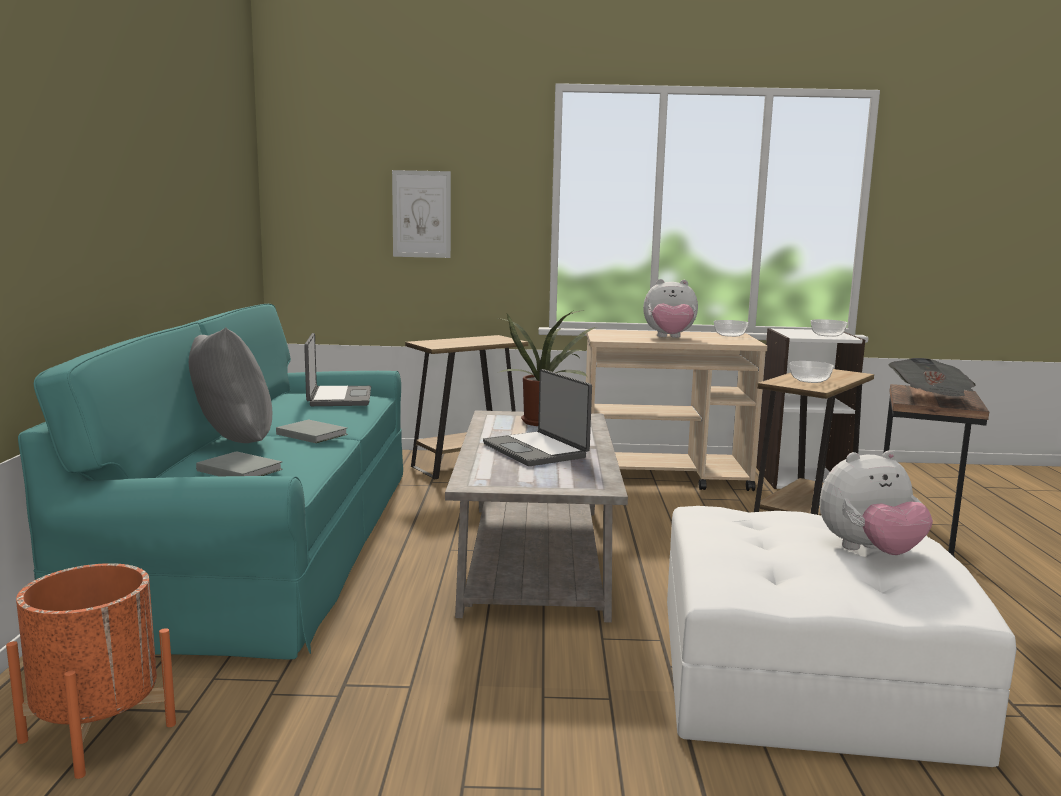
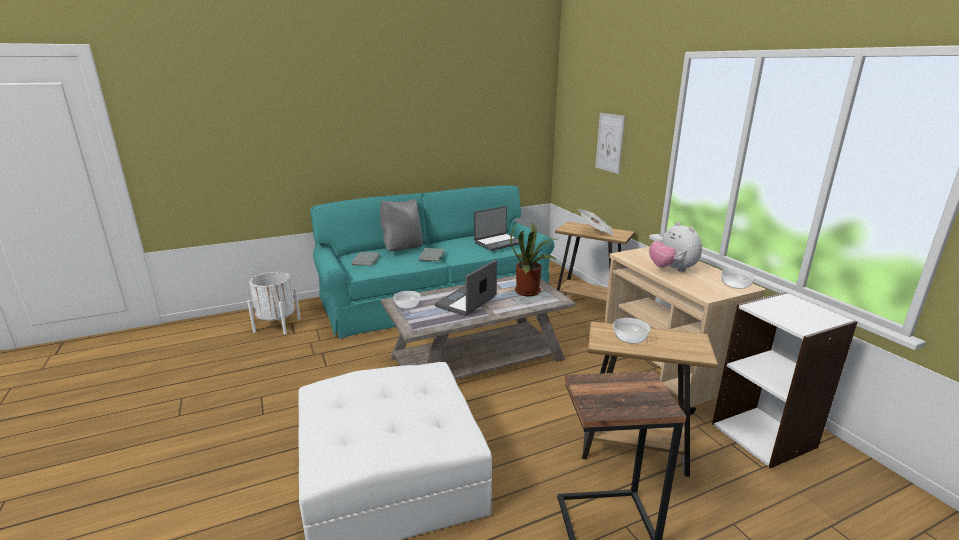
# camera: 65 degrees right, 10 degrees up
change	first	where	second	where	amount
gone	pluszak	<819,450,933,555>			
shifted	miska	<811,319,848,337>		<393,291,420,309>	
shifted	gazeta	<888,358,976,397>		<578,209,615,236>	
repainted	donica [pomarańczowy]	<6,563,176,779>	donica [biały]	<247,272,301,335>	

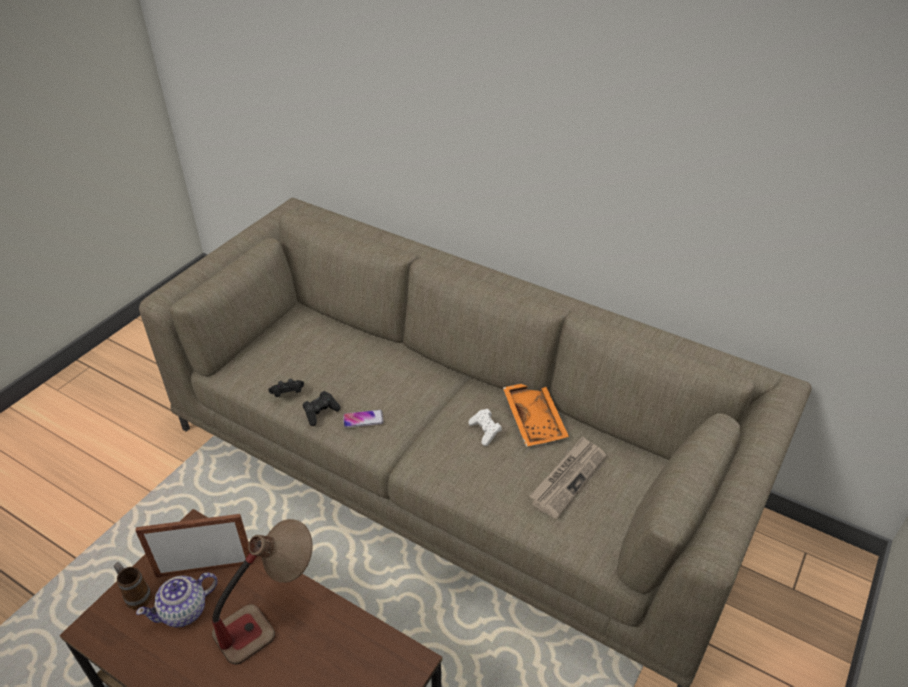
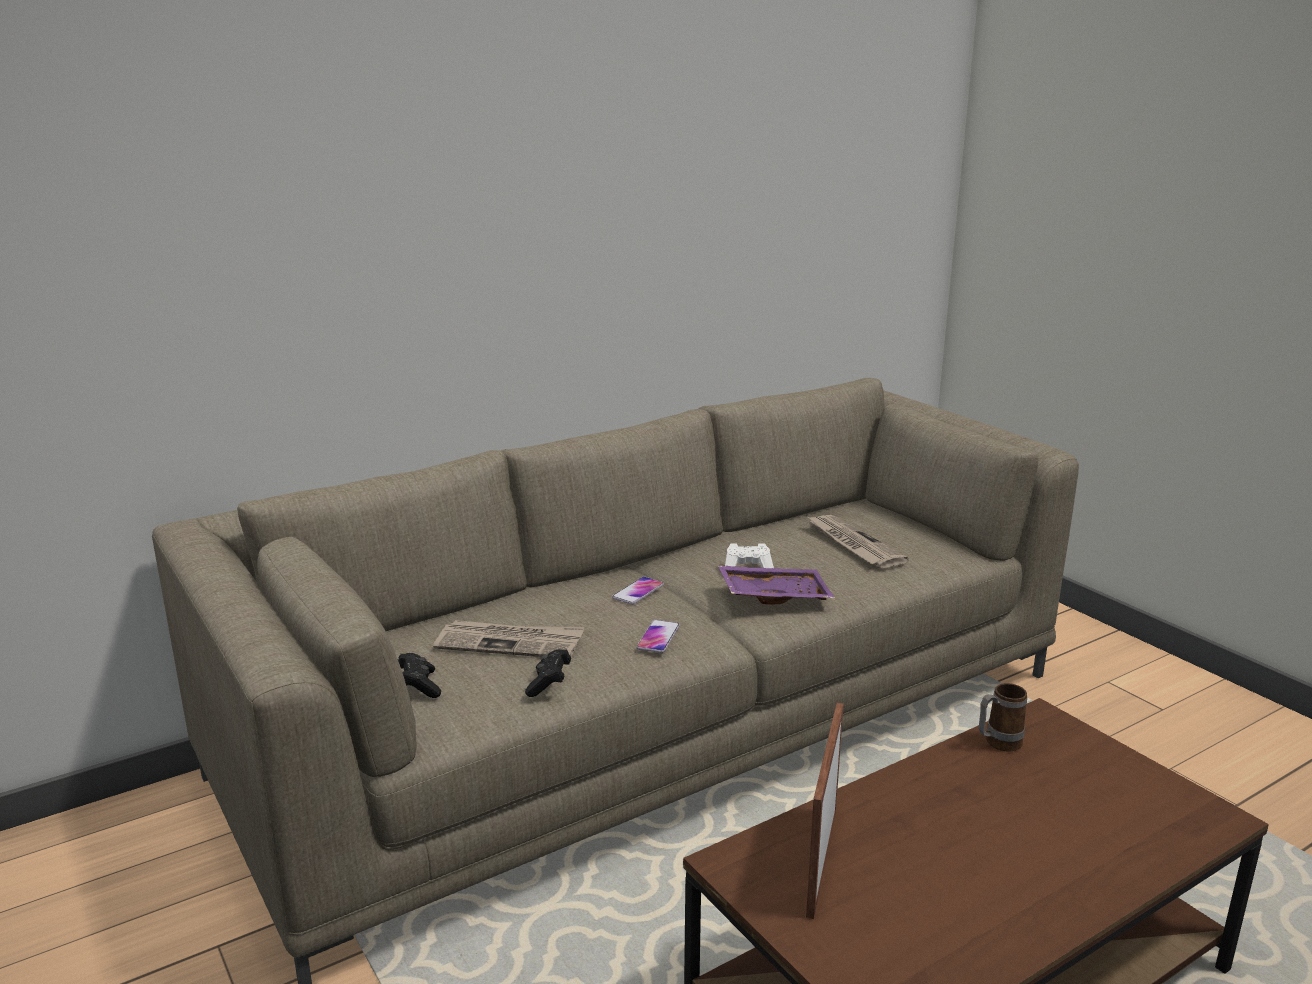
# camera: 65 degrees left, 20 degrees down
change	first	where	second	where	amount
gone	imbryk	<136,572,217,627>			
gone	lampa stołowa	<212,519,313,665>			
gone	taca [pomarańczowy]	<503,384,569,447>			
new			gazeta	<433,620,585,657>	
new			telefon	<612,577,664,605>	
new			taca [fioletowy]	<718,565,835,605>	
shifted	kubek	<114,562,152,610>		<979,683,1027,752>	
shifted	pad do gier [czarny]	<303,391,340,426>		<398,653,441,698>	

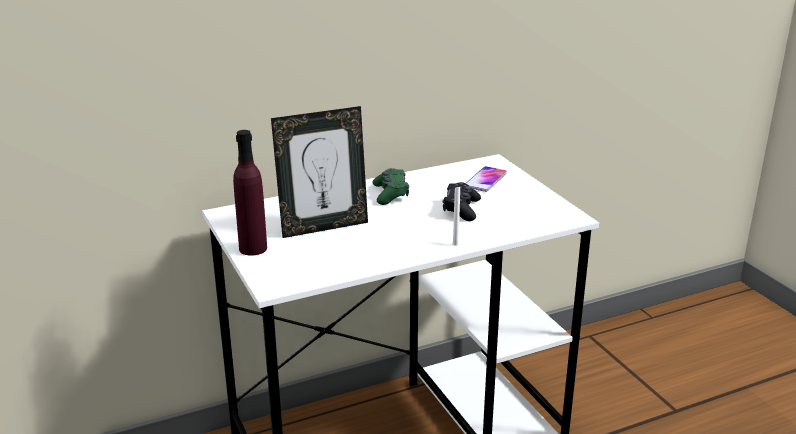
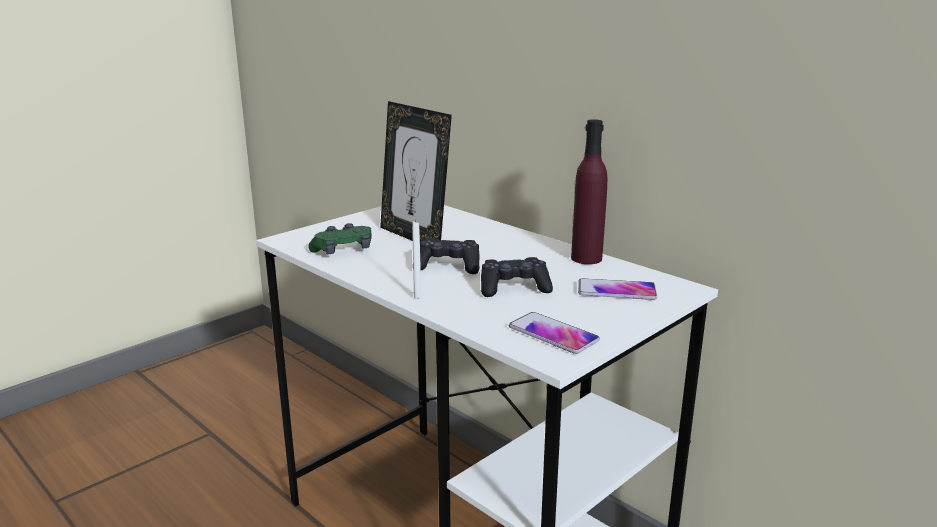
# camera: 70 degrees right, 5 degrees down
change	first	where	second	where	amount
new			pad do gier [czarny]	<420,238,480,274>	
new			telefon	<509,312,600,354>	
shifted	butelka [fioletowy]	<233,130,267,256>		<571,119,607,264>	
shifted	pad do gier [zielony]	<372,168,409,205>		<308,223,372,254>	

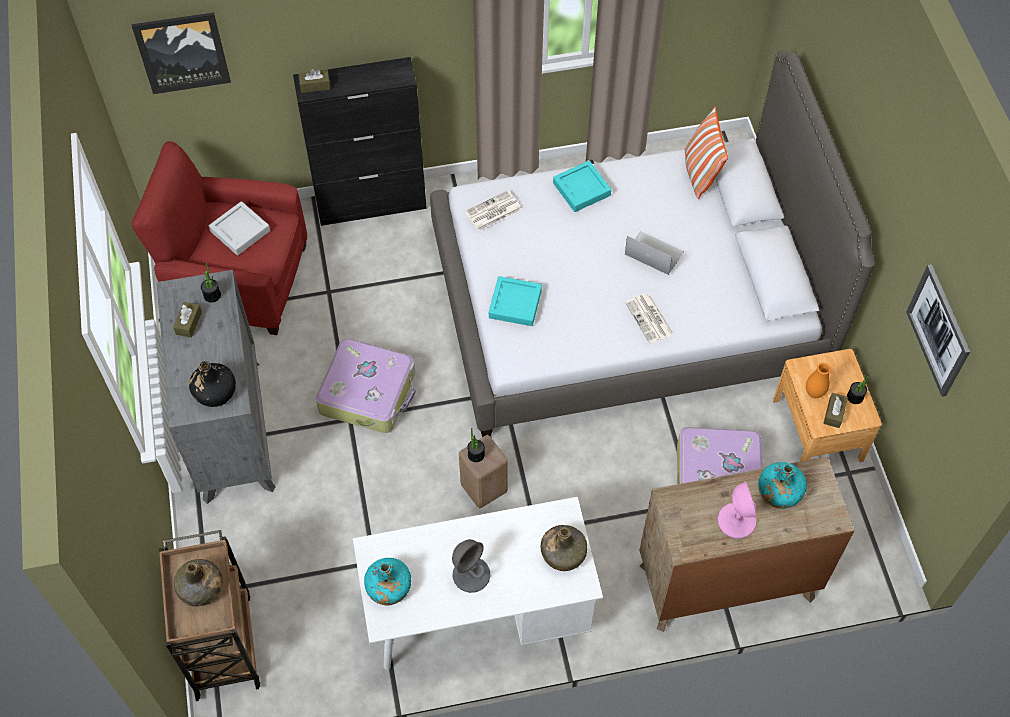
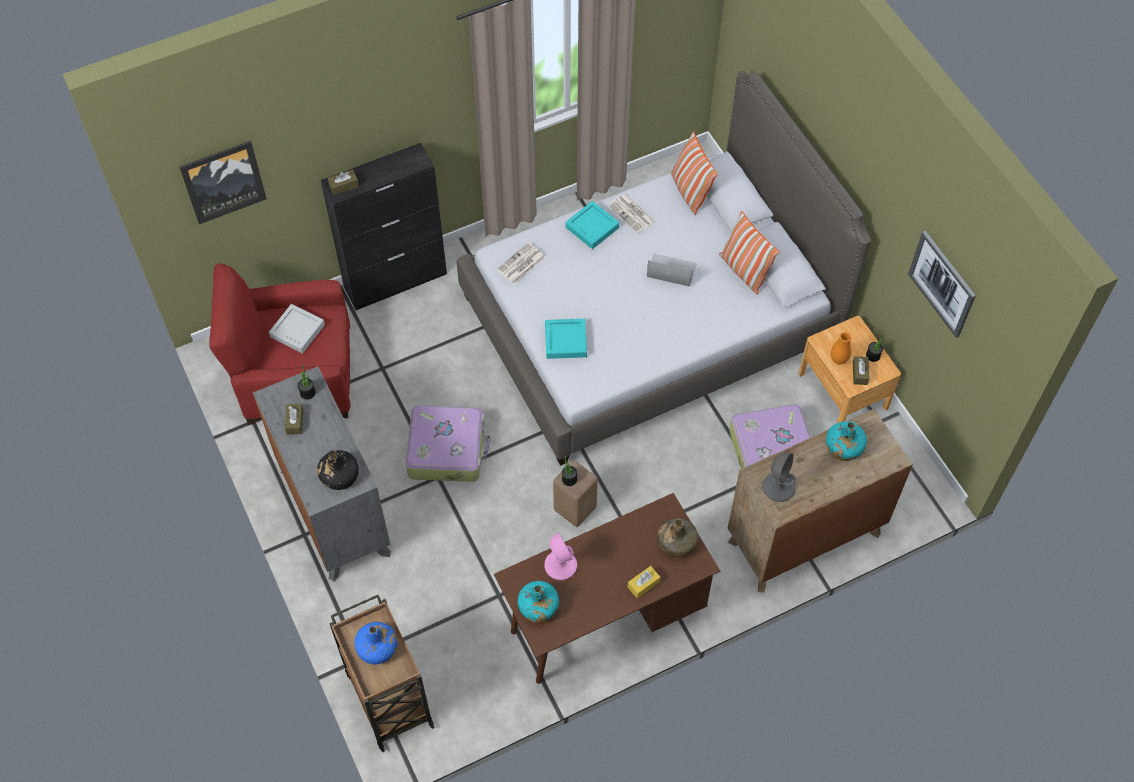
# camera: 15 degrees left, 0 degrees up
change	first	where	second	where	amount
new			pudełko chusteczek [żółty]	<628,566,660,599>	
new			poduszka	<719,211,780,295>	
shifted	lampa stołowa [szary]	<452,539,490,593>		<763,453,796,502>	
shifted	gazeta	<625,294,674,344>		<609,194,655,233>	
shifted	lampa stołowa [różowy]	<718,481,757,539>		<544,532,577,580>	
repainted	butelka [zielony]	<174,559,223,607>	butelka [niebieski]	<355,622,398,664>	
repainted	biurko [biały]	<353,497,603,670>	biurko [brązowy]	<494,493,720,684>	

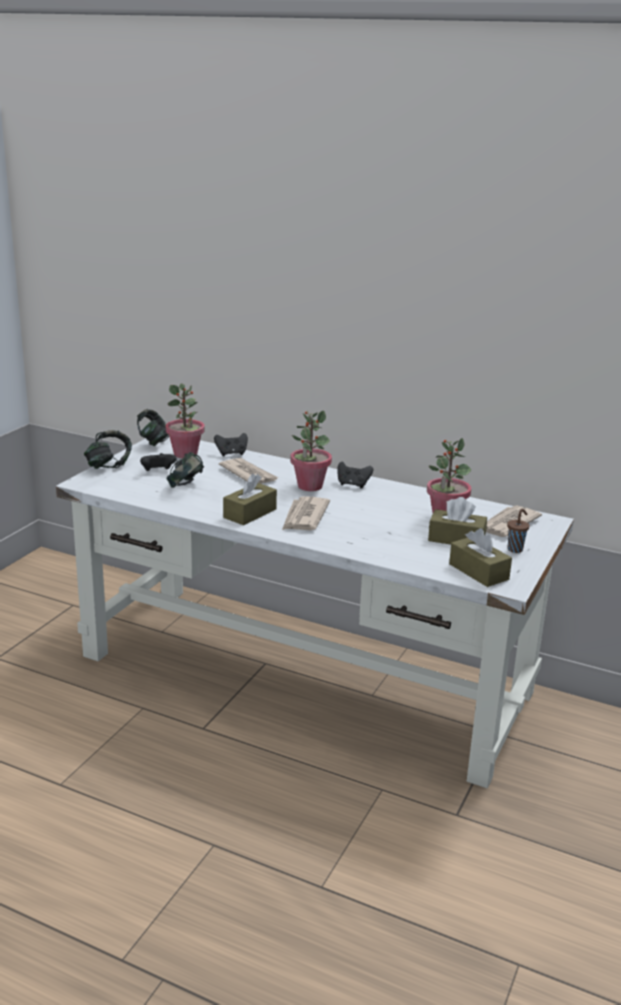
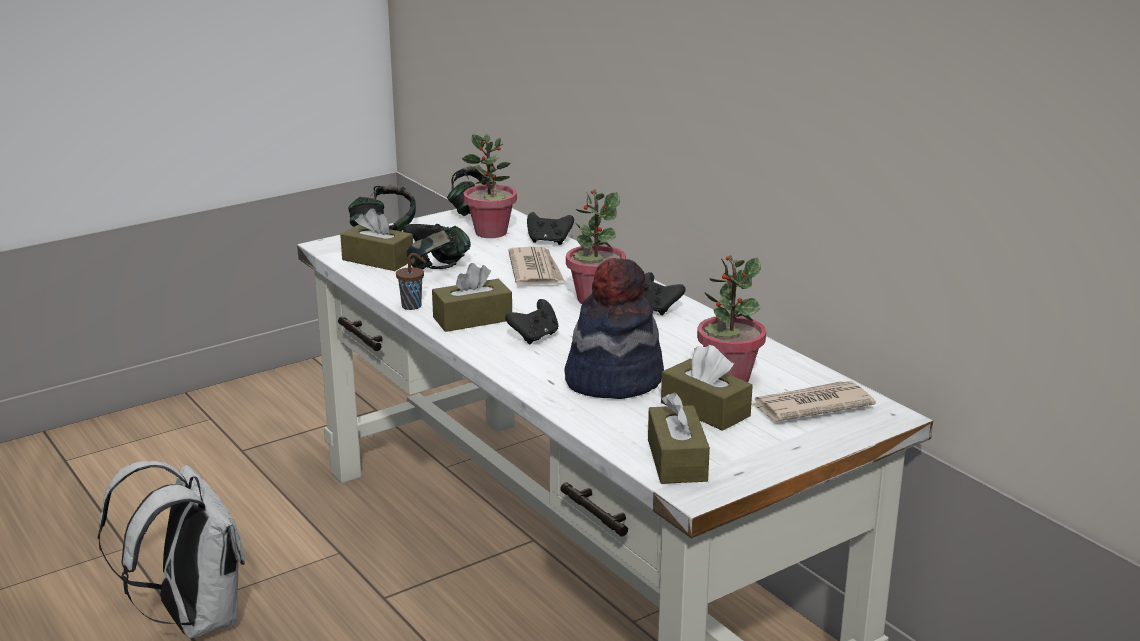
# camera: 30 degrees right, 0 degrees up
change	first	where	second	where	amount
new			plecak [biały]	<98,461,245,639>	
new			pudełko chusteczek [brązowy]	<340,208,413,271>	
new			kapelusz	<564,258,664,399>	
shifted	filiżanka [brązowy]	<507,509,529,553>		<396,253,426,310>	
swapped	gazeta	<282,496,330,530>	pad do gier [czarny]	<505,299,558,344>	

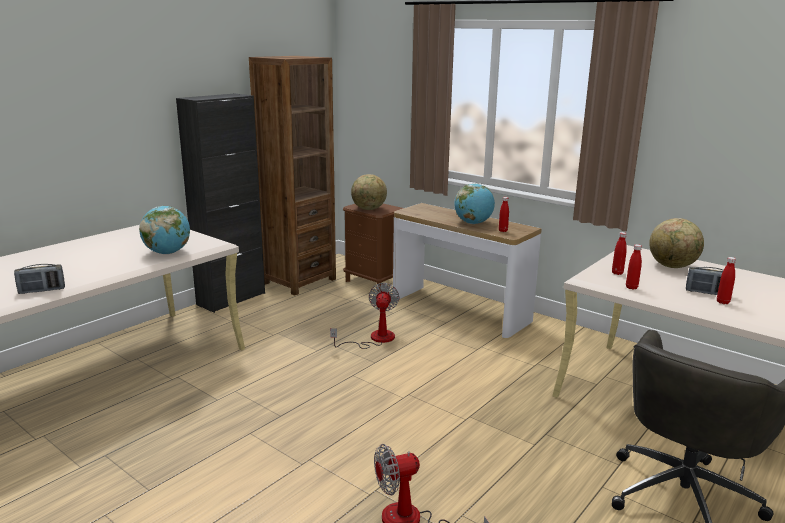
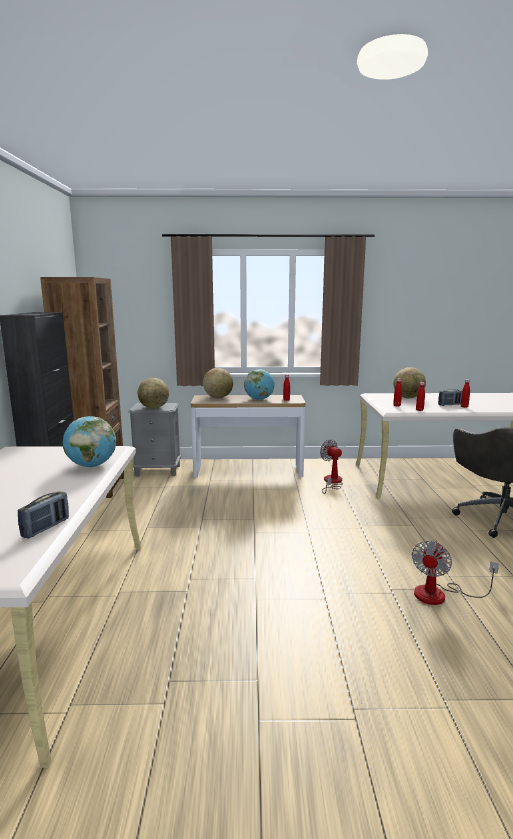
# camera: 40 degrees left, 5 degrees down
change	first	where	second	where	amount
new			globus	<203,368,233,398>	
shifted	wentylator	<330,283,399,349>		<320,439,343,494>	
repainted	szafka nocna [brązowy]	<343,204,404,291>	szafka nocna [szary]	<128,403,181,477>	

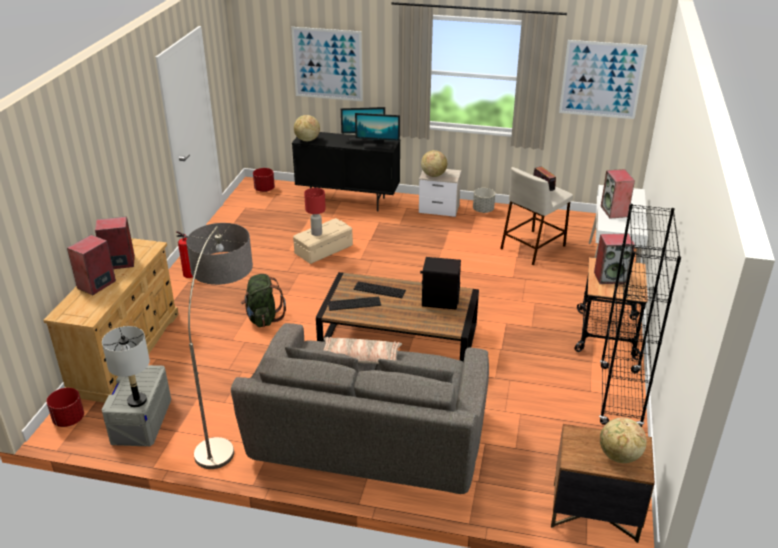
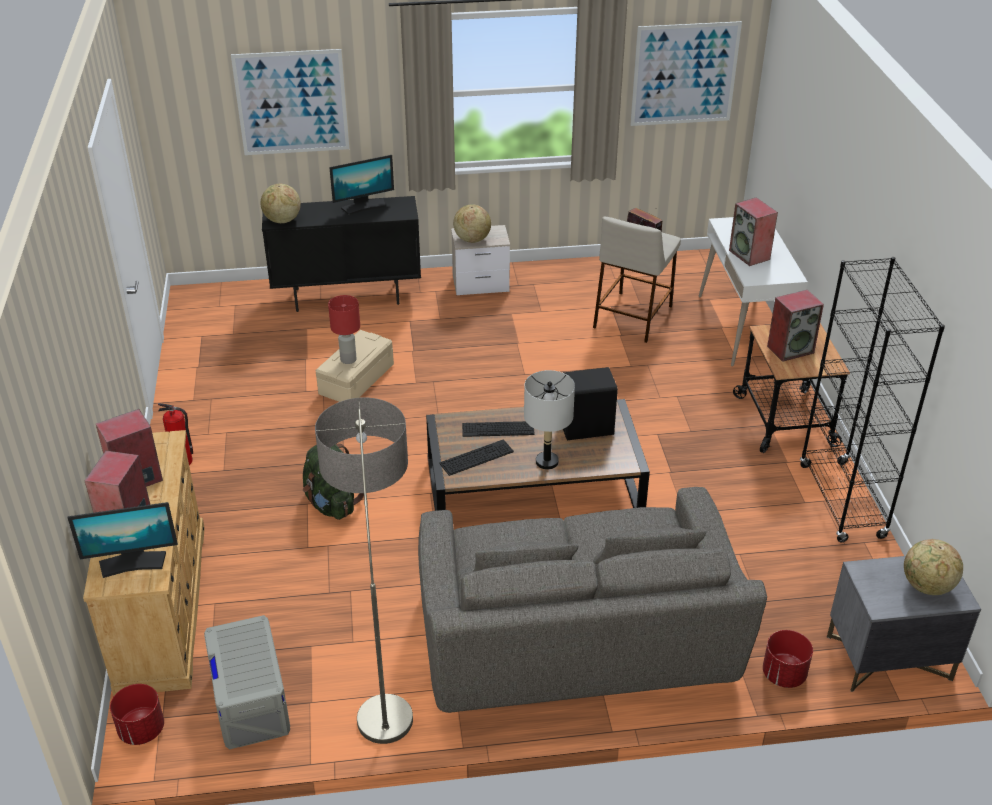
# camera: 20 degrees left, 5 degrees up
change	first	where	second	where	amount
gone	poduszka	<324,337,402,364>			
gone	donica [szary]	<473,188,495,213>			
shifted	lampa stołowa [szary]	<102,326,150,407>		<524,370,575,469>	
shifted	donica [czerwony]	<253,168,275,192>		<763,630,813,688>	
shifted	monitor	<355,113,400,151>		<68,502,178,578>	
repainted	szafka nocna [brązowy]	<551,424,655,543>	szafka nocna [szary]	<827,556,981,692>	

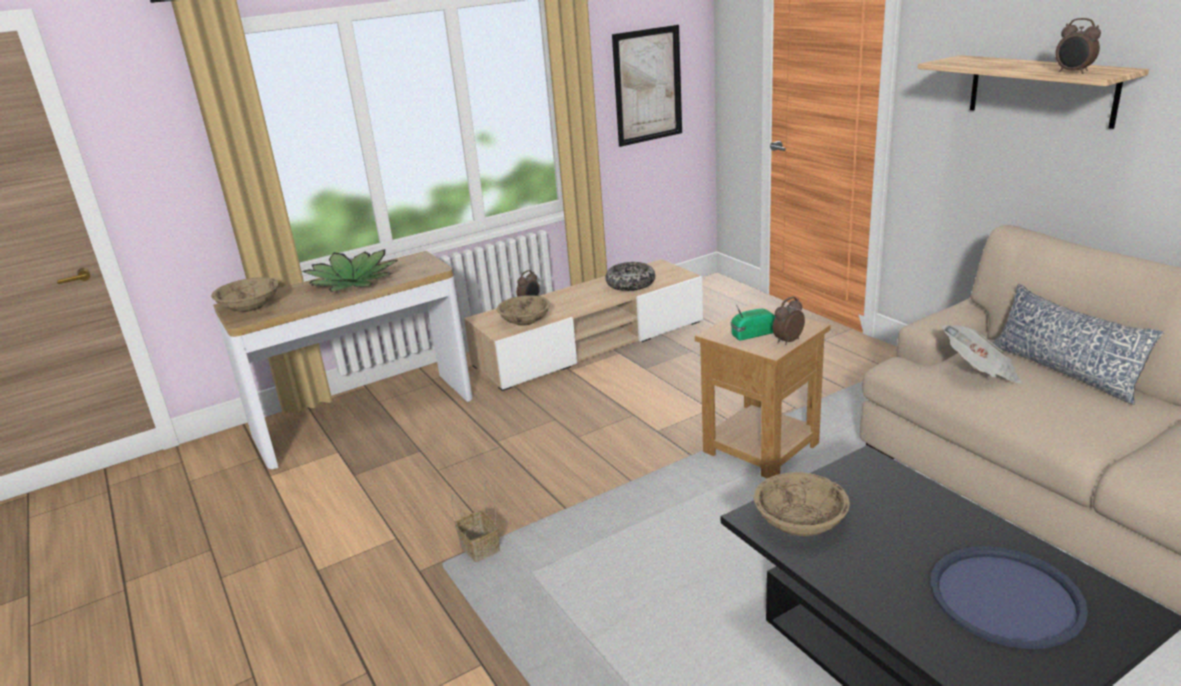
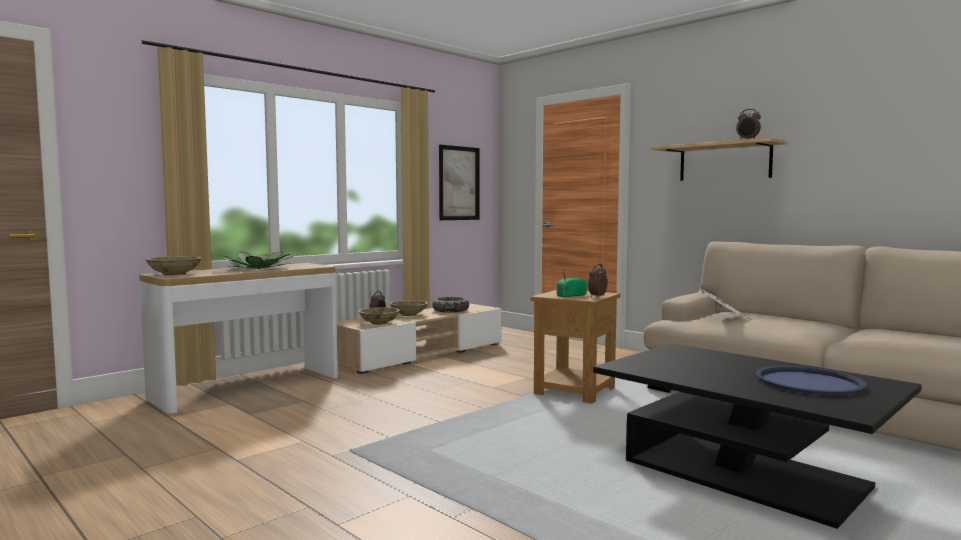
# camera: 15 degrees left, 20 degrees down
change	first	where	second	where	amount
gone	koszyk	<451,480,500,562>			
gone	poduszka	<992,284,1164,405>			
shifted	miska [beżowy]	<754,472,850,536>		<390,300,428,316>	

